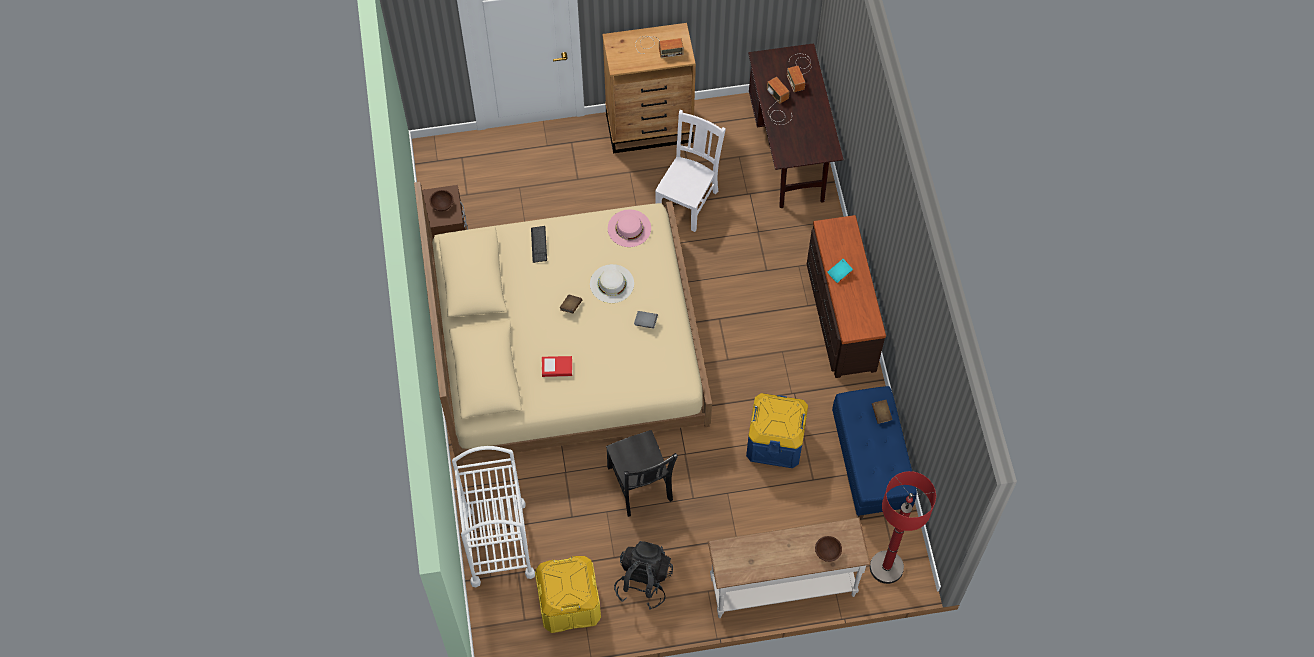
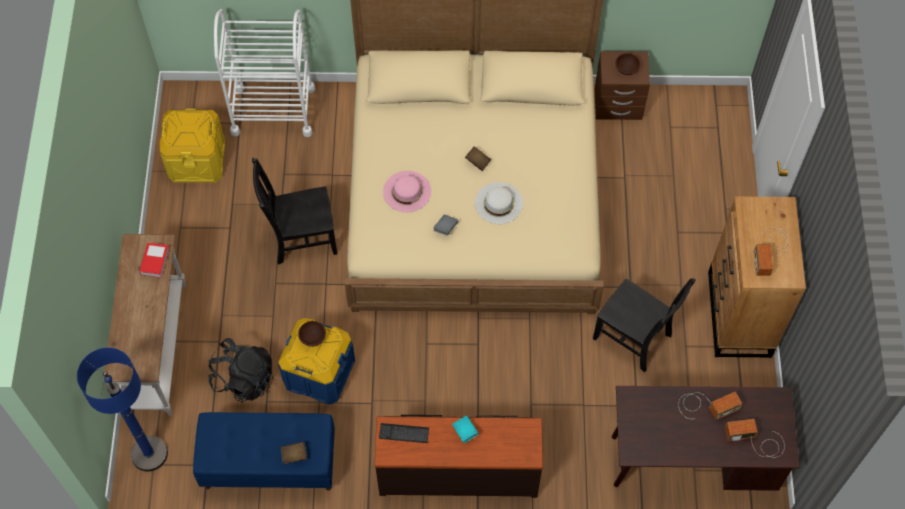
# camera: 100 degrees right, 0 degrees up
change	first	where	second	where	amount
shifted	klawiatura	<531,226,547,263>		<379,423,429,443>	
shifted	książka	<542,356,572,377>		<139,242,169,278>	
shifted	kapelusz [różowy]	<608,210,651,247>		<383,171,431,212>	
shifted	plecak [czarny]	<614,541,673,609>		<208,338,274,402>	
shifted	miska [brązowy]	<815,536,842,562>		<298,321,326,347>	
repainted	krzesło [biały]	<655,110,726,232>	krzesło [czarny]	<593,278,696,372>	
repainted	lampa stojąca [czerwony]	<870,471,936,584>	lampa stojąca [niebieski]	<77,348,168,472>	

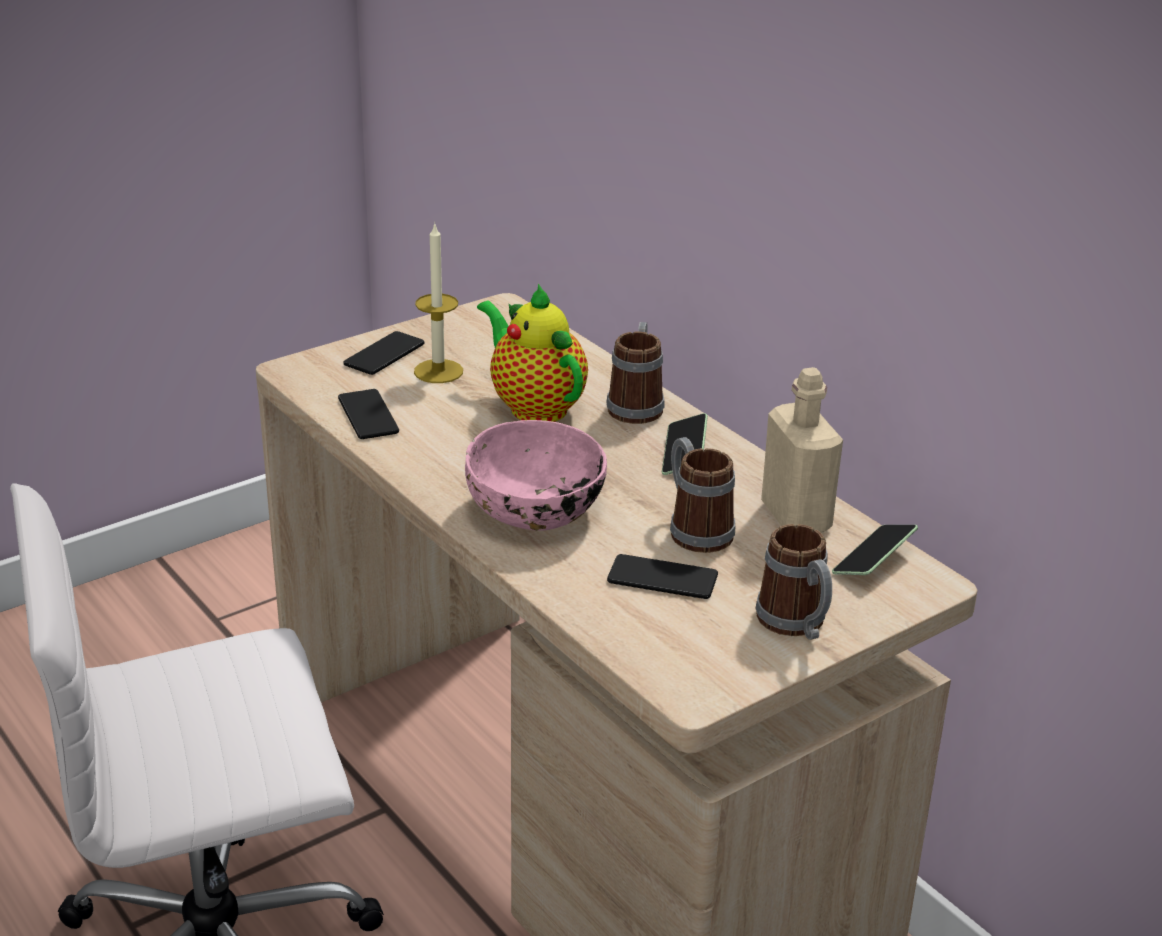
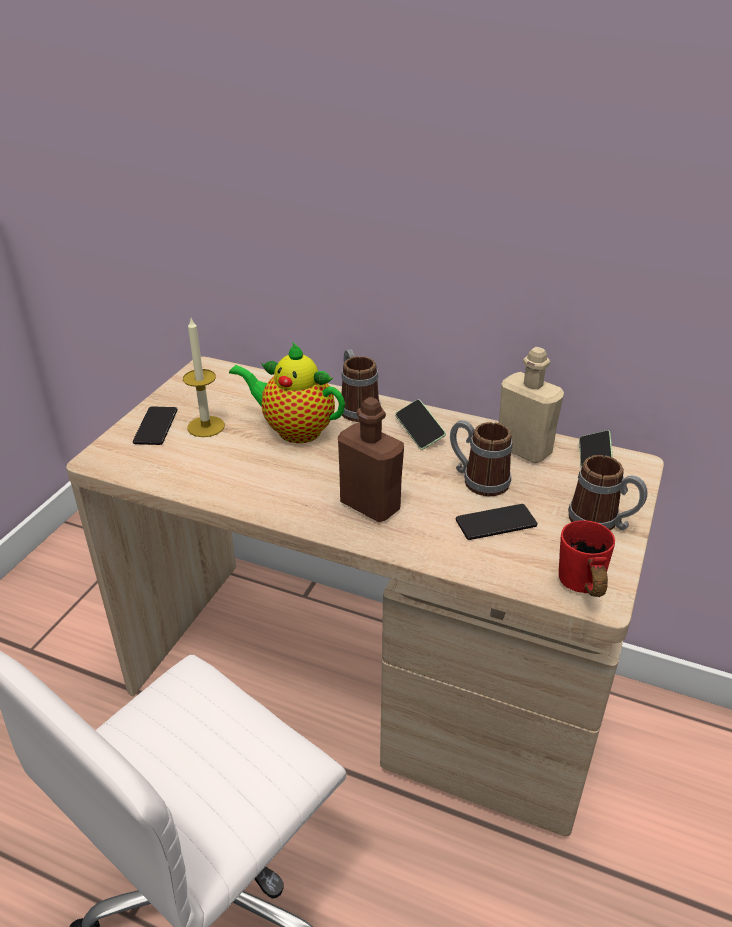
# camera: 30 degrees left, 5 degrees up
change	first	where	second	where	amount
gone	telefon	<338,389,399,439>			
new			kubek [czerwony]	<559,520,615,597>	
swapped	miska [różowy]	<465,420,607,531>	butelka [brązowy]	<338,397,404,522>	

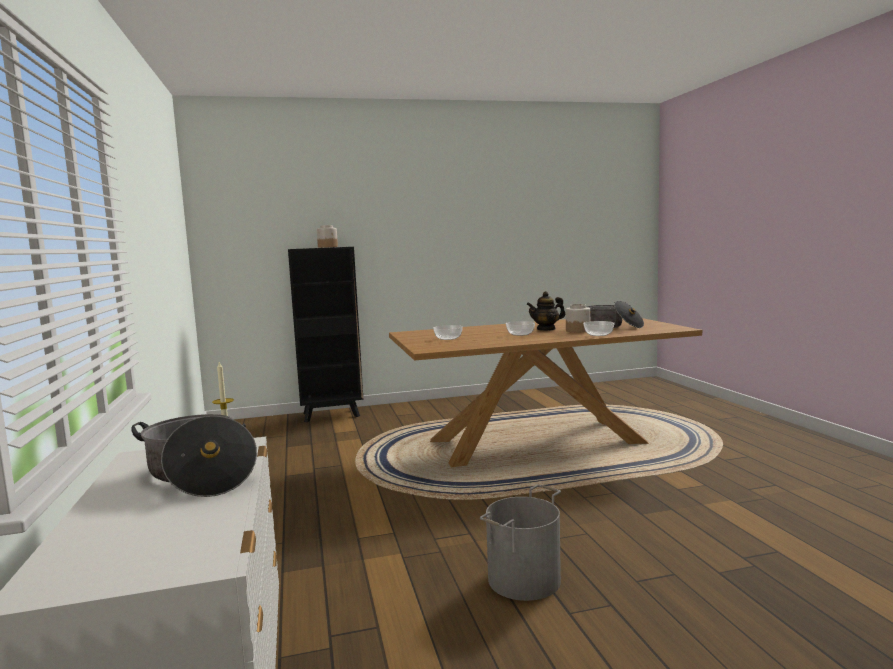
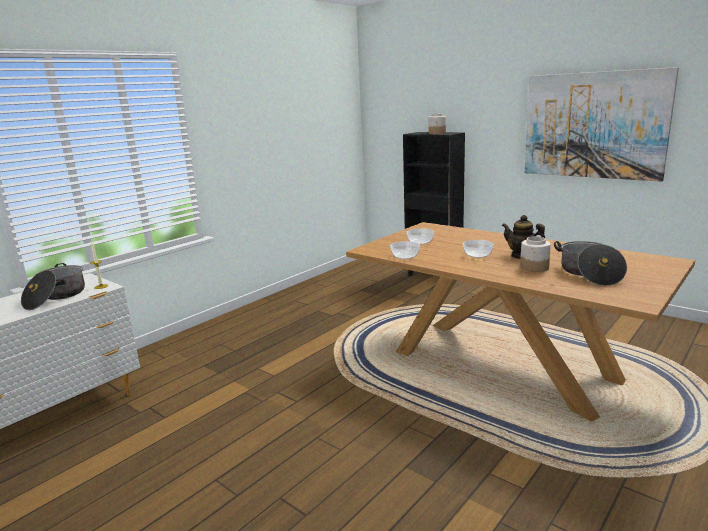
# camera: 55 degrees right, 10 degrees up
change	first	where	second	where	amount
gone	wiadro [szary]	<480,484,561,601>			
new			obraz	<524,67,679,182>	
shifted	miska	<583,321,615,336>		<390,241,420,259>	

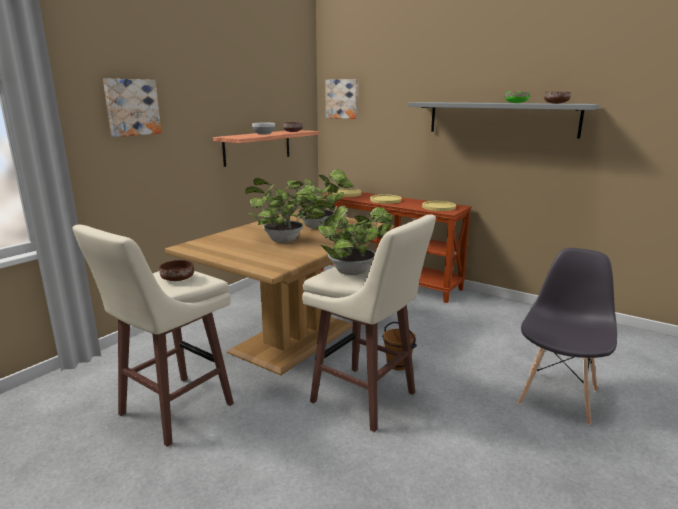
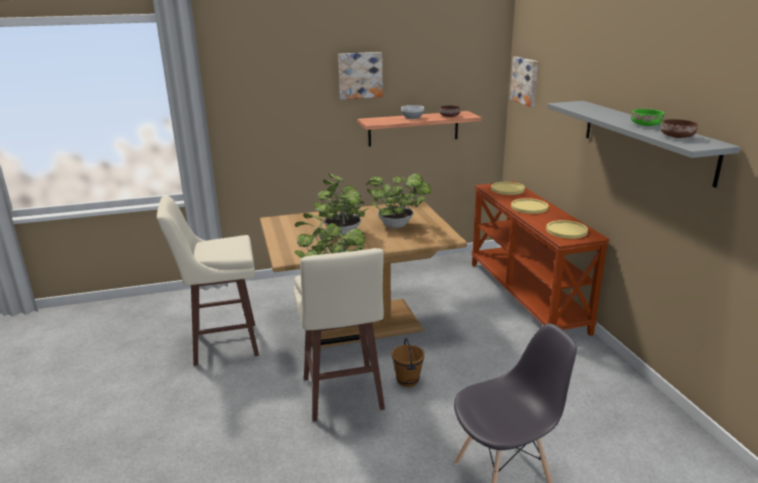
# camera: 40 degrees right, 5 degrees up
change	first	where	second	where	amount
gone	miska [brązowy]	<159,260,194,281>			
shifted	obraz	<103,79,161,137>		<338,52,383,100>	

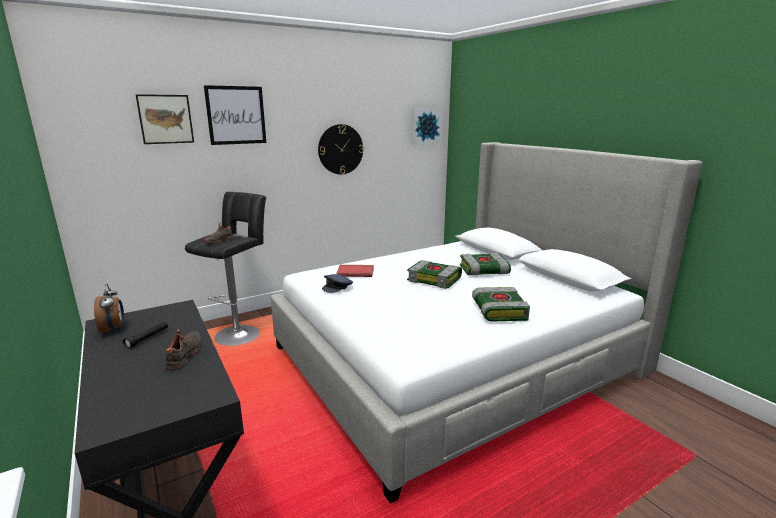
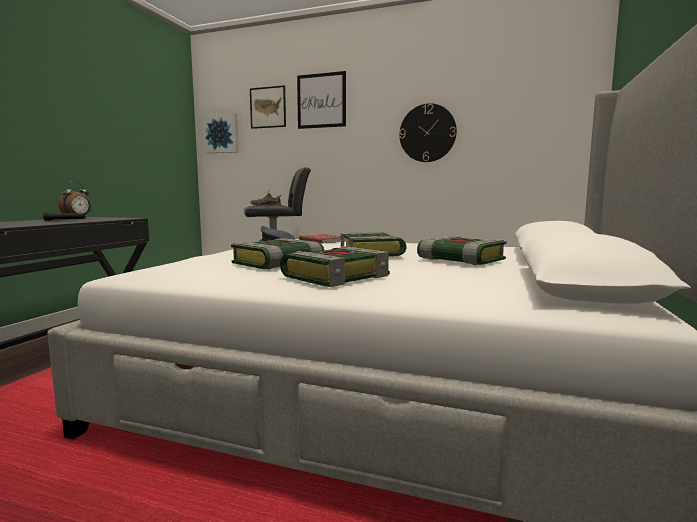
# camera: 50 degrees right, 10 degrees down
change	first	where	second	where	amount
gone	but [czarny]	<166,330,201,369>			
new			książka	<231,238,324,269>	
shifted	obraz	<411,108,442,145>		<203,113,239,153>	

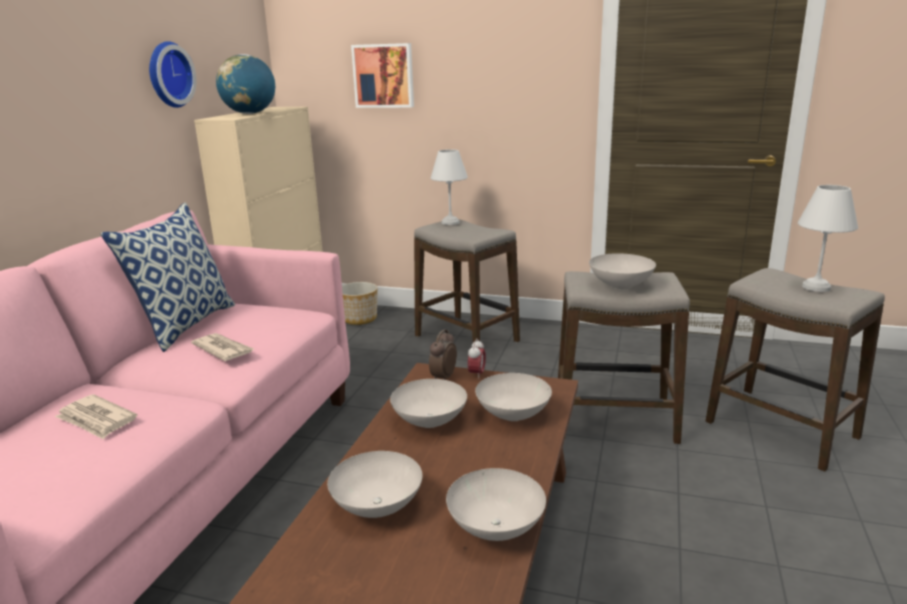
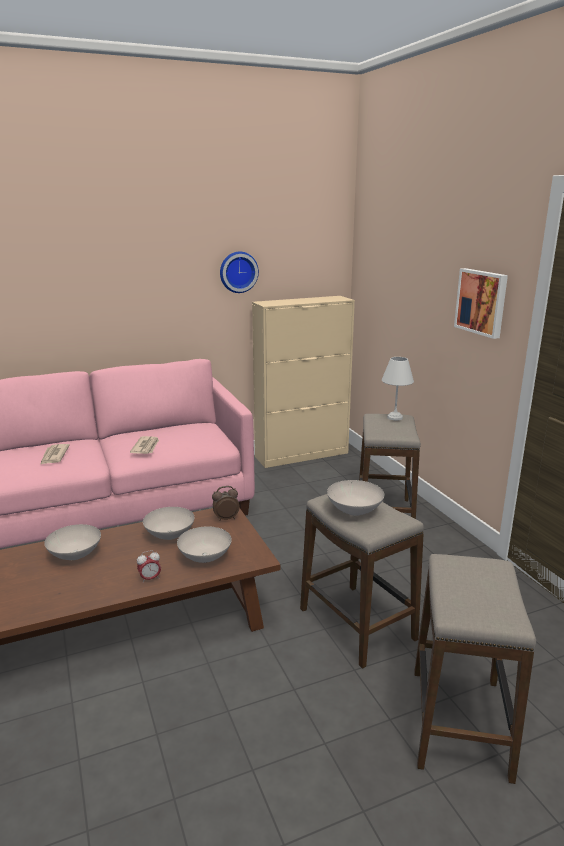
# camera: 50 degrees right, 0 degrees up
change	first	where	second	where	amount
gone	poduszka	<100,202,235,352>			
gone	globus	<216,54,275,114>			
gone	donica	<342,282,378,325>			
gone	miska [biały]	<446,468,546,541>			
gone	lampa stołowa [biały]	<798,185,858,292>			
shifted	obraz	<351,43,414,108>		<454,268,508,339>	
shifted	budzik	<468,339,486,378>		<137,550,161,583>	

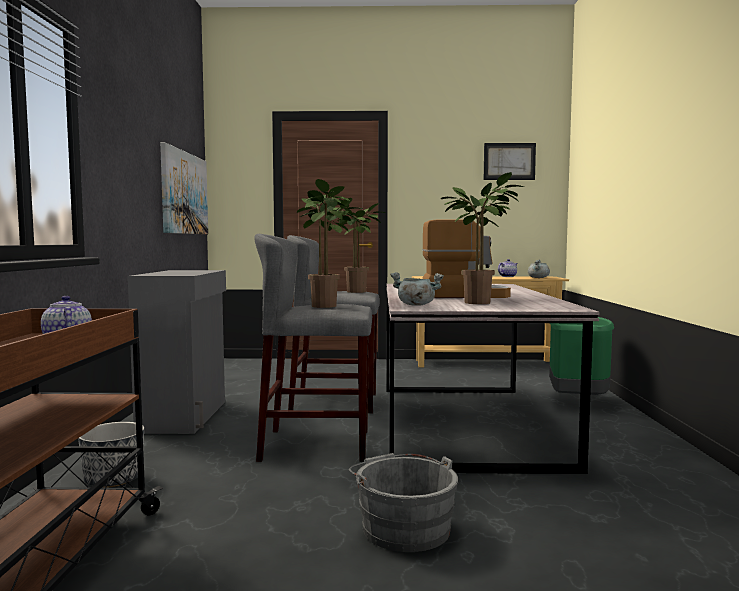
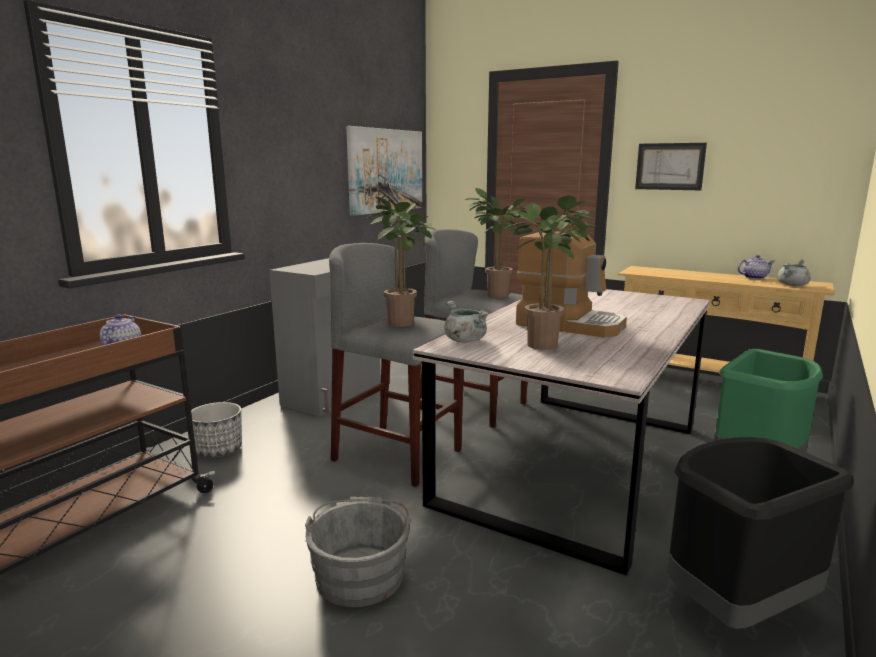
# camera: 30 degrees right, 10 degrees up
change	first	where	second	where	amount
new			kosz na śmieci [czarny]	<667,437,854,629>	
shifted	obraz	<484,143,536,180>		<635,143,707,190>	

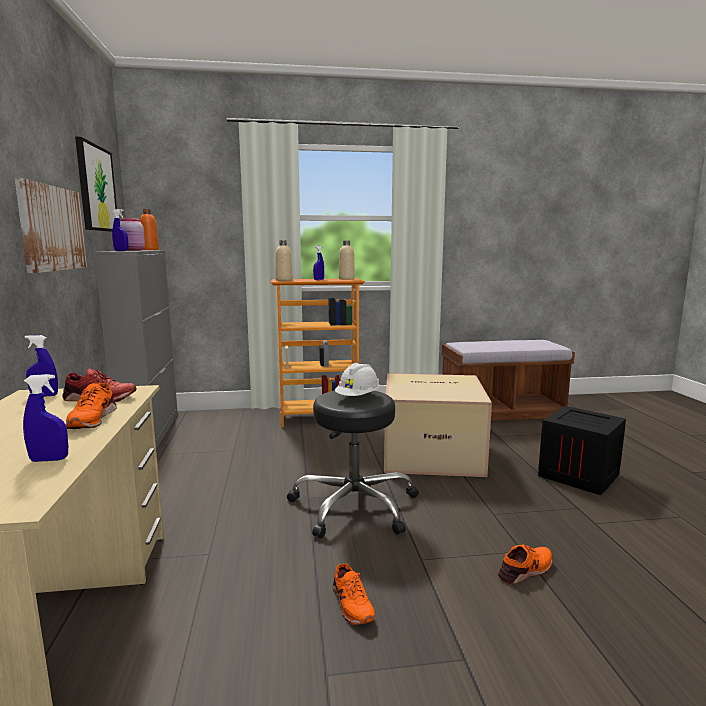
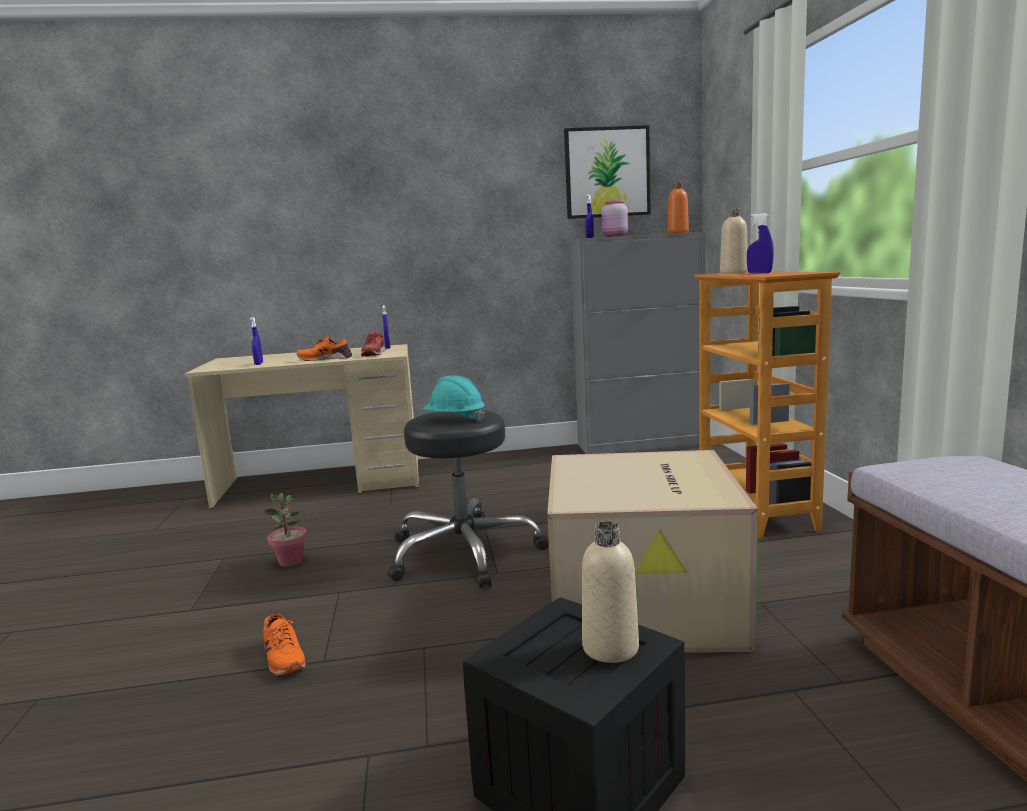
# camera: 90 degrees right, 0 degrees up
change	first	where	second	where	amount
gone	obraz	<14,178,87,273>			
shifted	butelka [beżowy]	<339,241,355,279>		<582,521,639,663>	
swapped	but [pomarańczowy]	<333,563,375,625>	roślina doniczkowa	<263,493,307,567>	
repainted	kask [biały]	<335,363,380,396>	kask [turkusowy]	<422,376,485,421>	

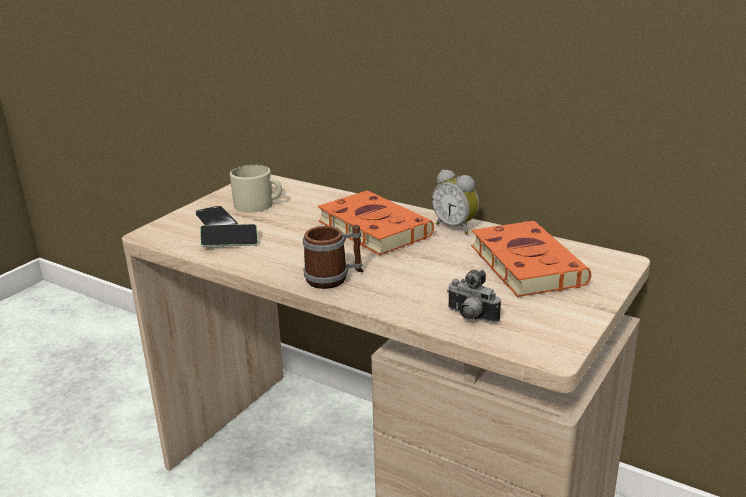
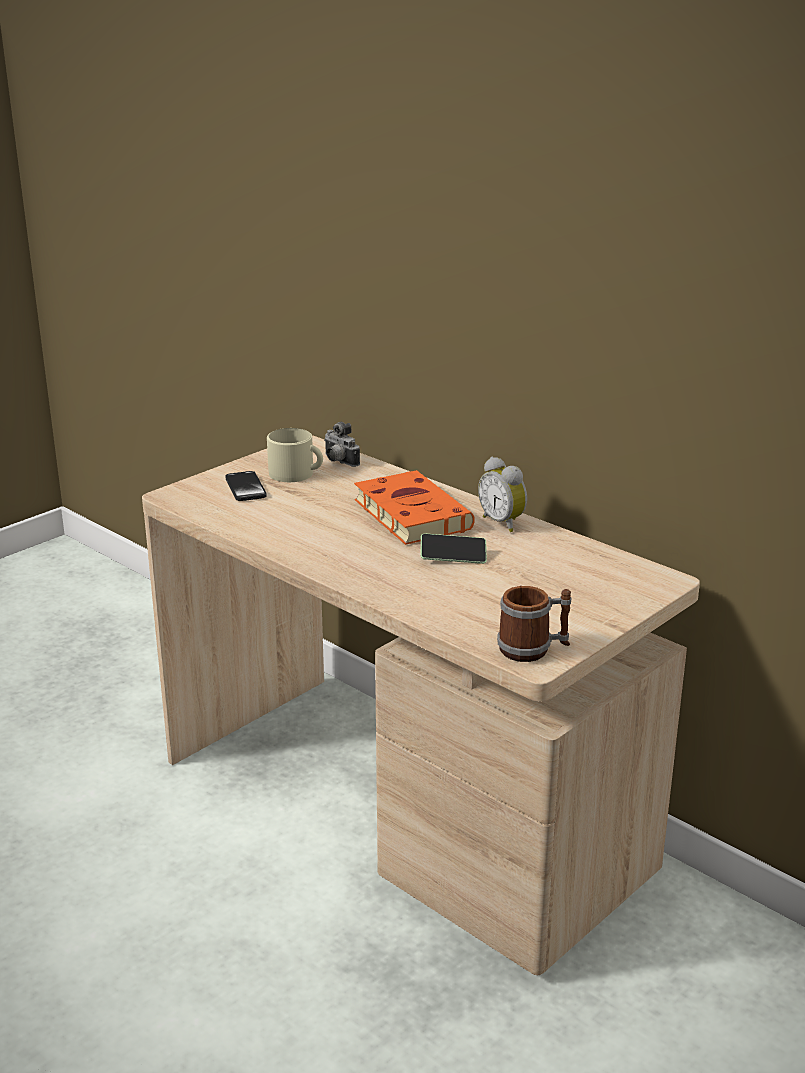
# camera: 10 degrees right, 0 degrees up
change	first	where	second	where	amount
gone	książka [pomarańczowy]	<471,221,591,297>			
shifted	telefon	<200,224,258,247>		<421,533,487,564>	
shifted	kubek	<303,225,364,289>		<497,586,571,662>	
shifted	aparat fotograficzny	<447,270,501,323>		<324,422,360,467>	

